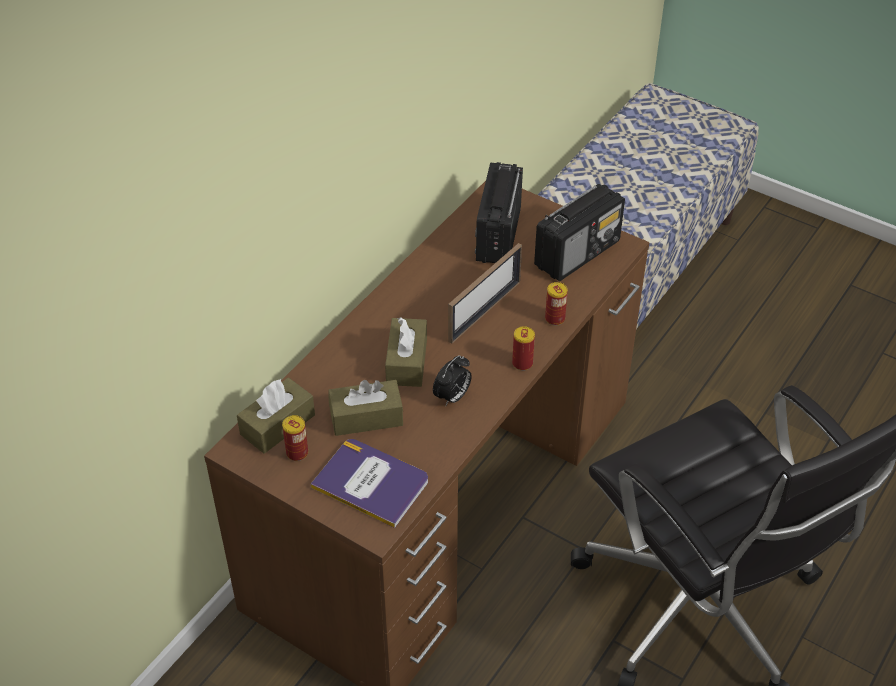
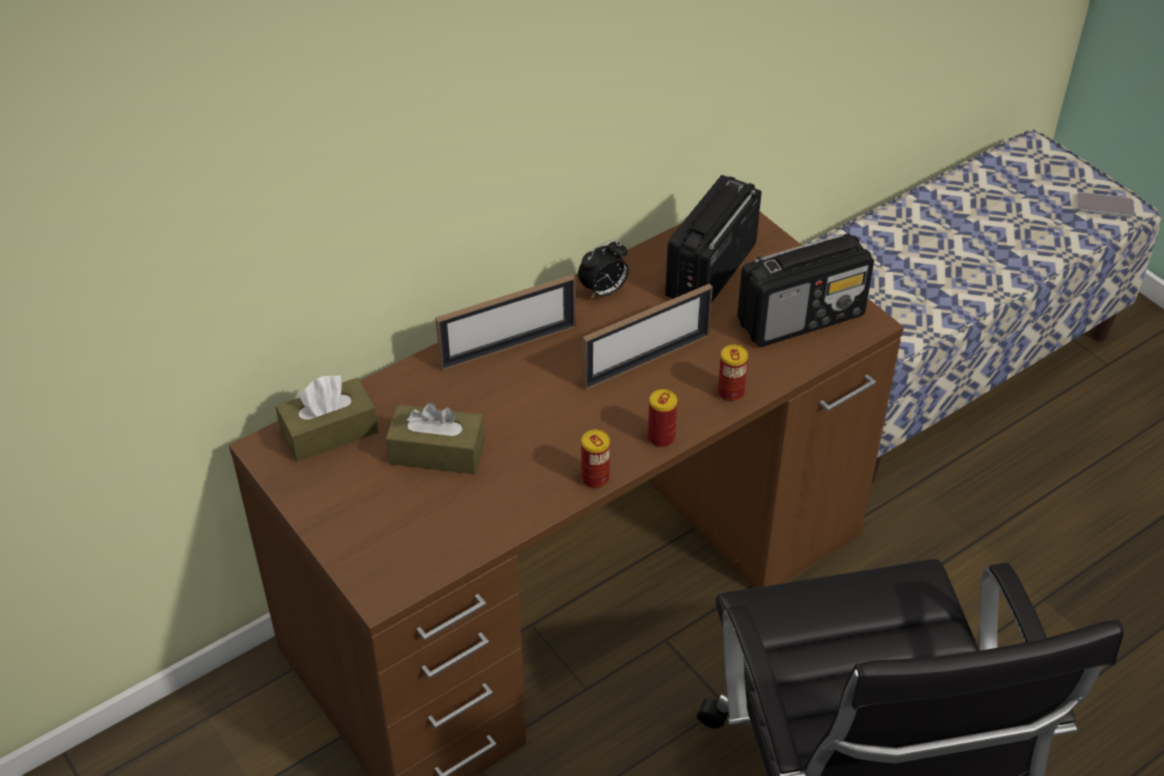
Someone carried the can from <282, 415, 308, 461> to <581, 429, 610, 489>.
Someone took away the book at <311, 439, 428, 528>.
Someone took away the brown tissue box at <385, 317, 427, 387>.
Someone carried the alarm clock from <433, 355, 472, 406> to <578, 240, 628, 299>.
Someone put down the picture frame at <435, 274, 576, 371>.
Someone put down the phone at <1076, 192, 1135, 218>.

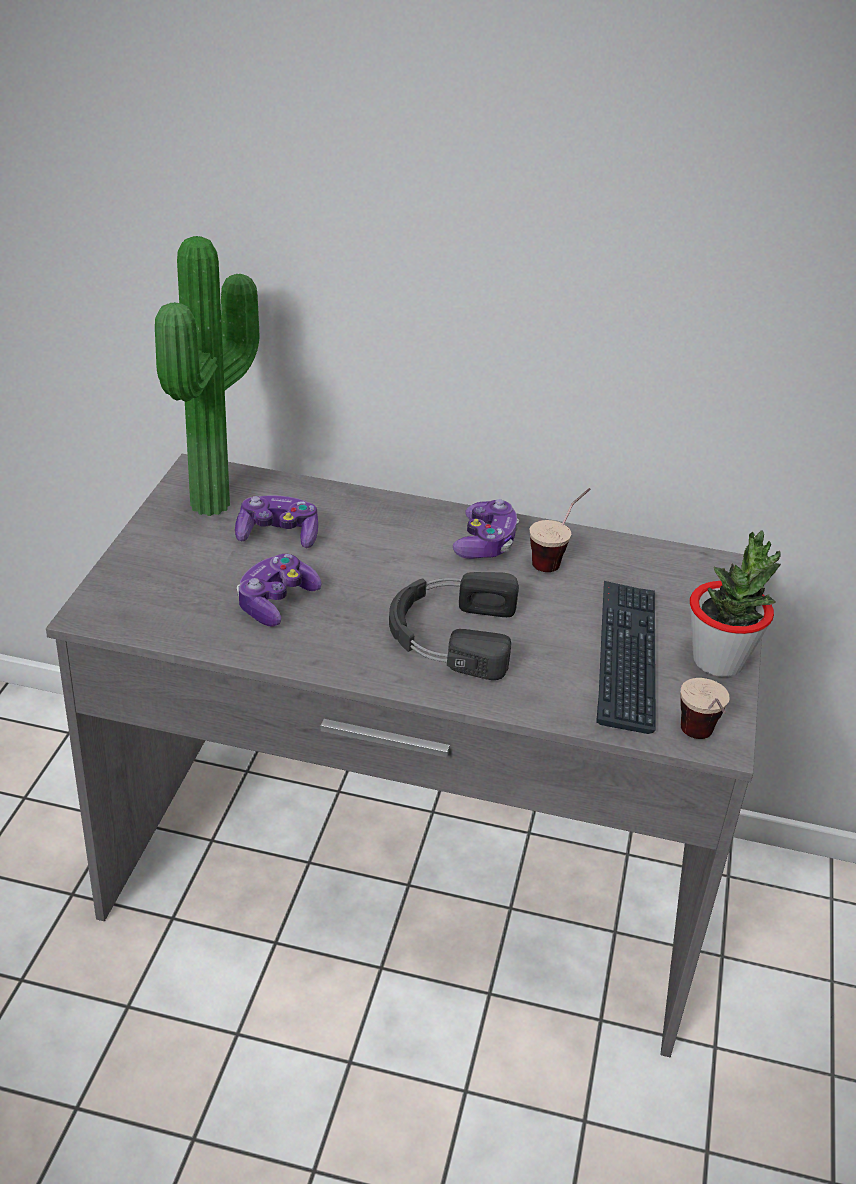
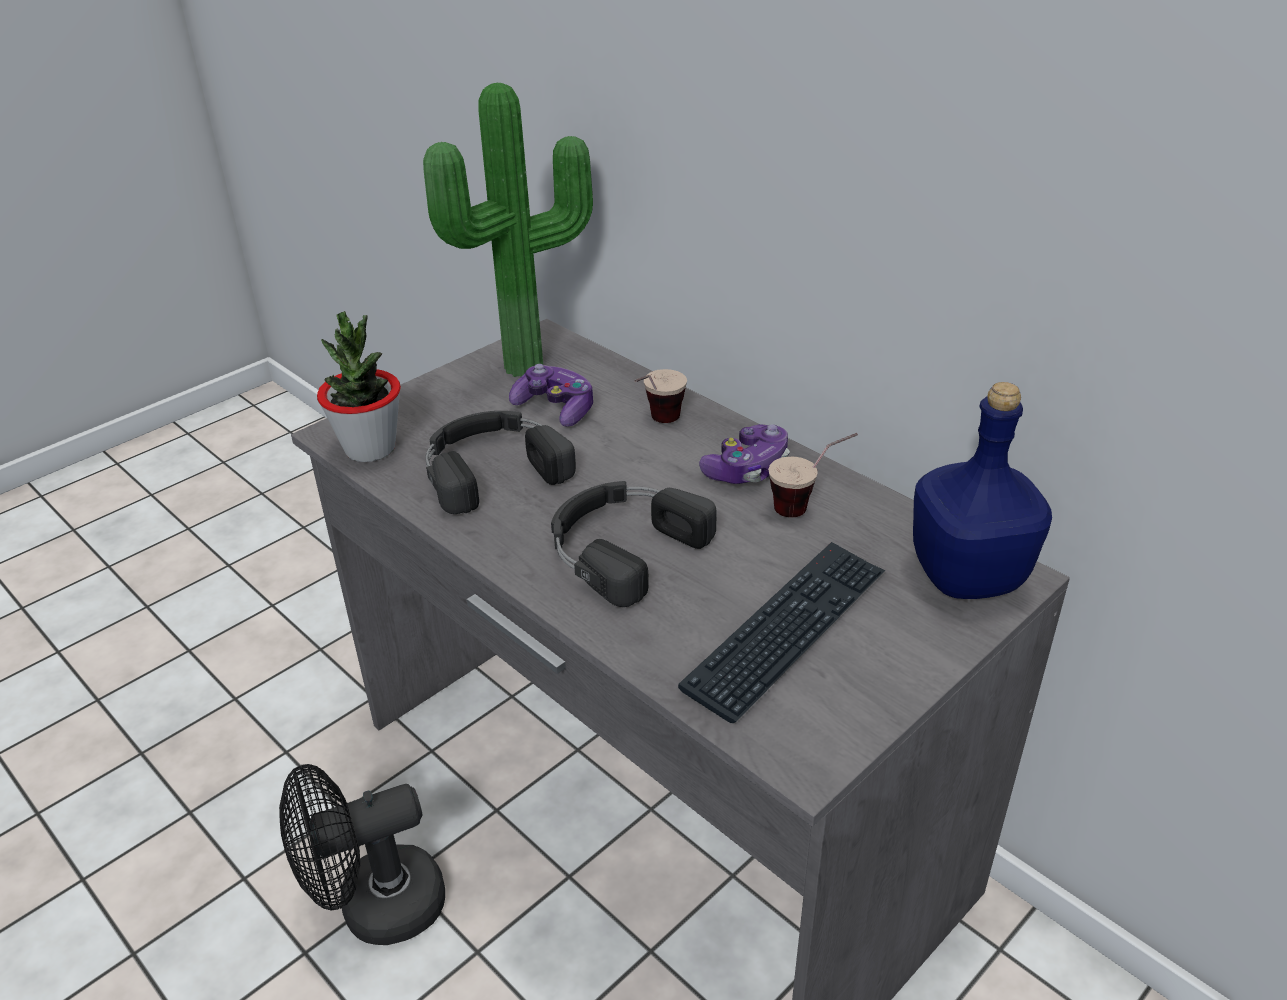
Someone swapped the game controller at <237, 554, 322, 626> for the black headphones at <425, 411, 576, 514>.
Someone carried the cup from <681, 678, 729, 739> to <634, 369, 687, 423>.
Someone carried the potted plant from <690, 530, 781, 677> to <317, 311, 401, 462>.
Someone put down the black fan at <279, 764, 445, 945>.
Someone put down the blue bottle at <913, 382, 1052, 599>.

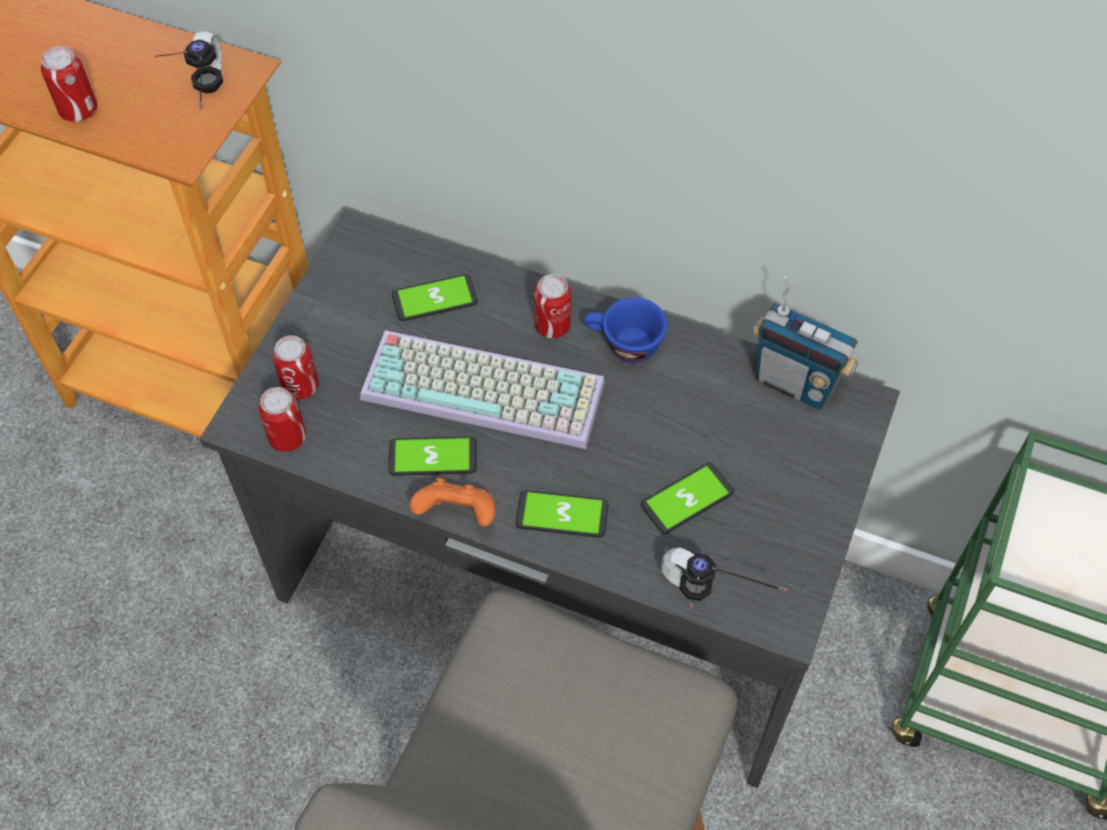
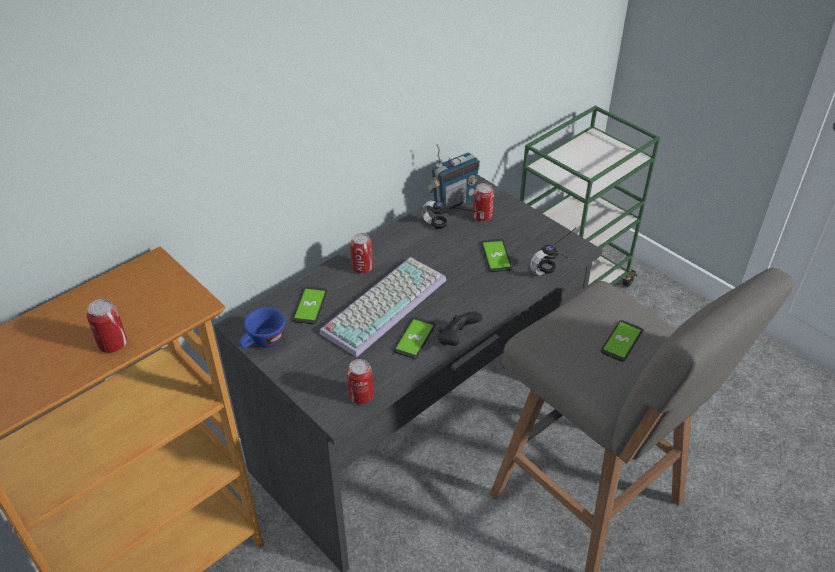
Someone carried the headphones from <155, 31, 223, 111> to <422, 200, 482, 229>.
Someone carried the can from <273, 335, 319, 400> to <473, 183, 494, 222>.
Someone repainted the orange game controller at <410, 478, 495, 527>, which became the black game controller at <438, 311, 482, 346>.
Someone carried the phone from <516, 490, 608, 538> to <601, 320, 643, 362>.
Someone carried the blue cup from <584, 297, 668, 363> to <239, 307, 285, 348>.

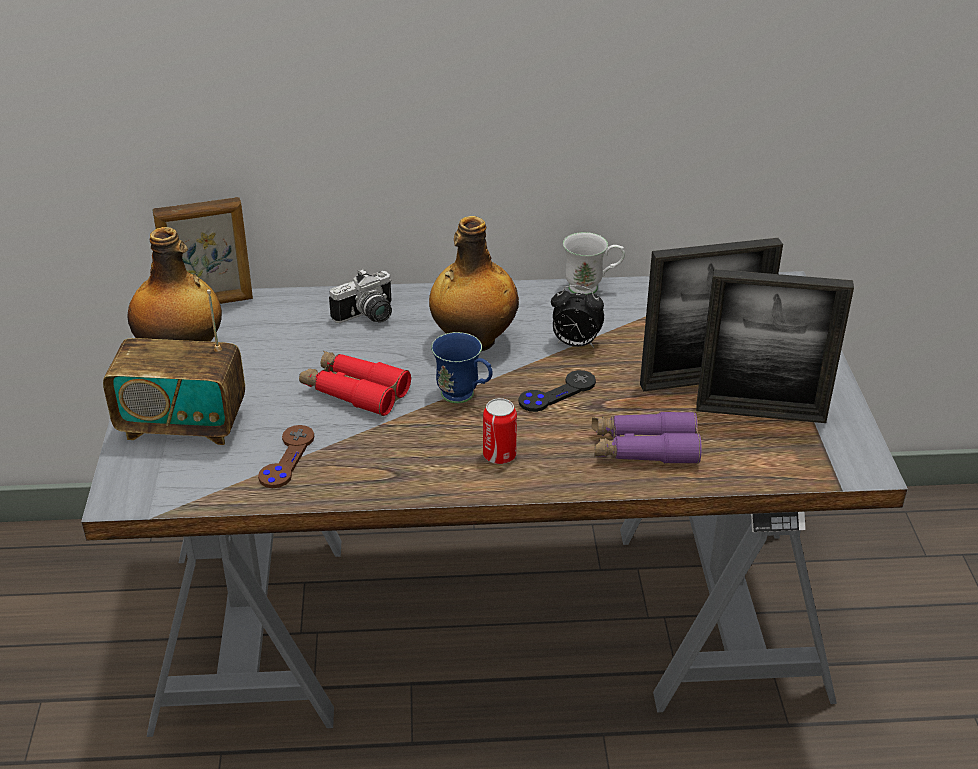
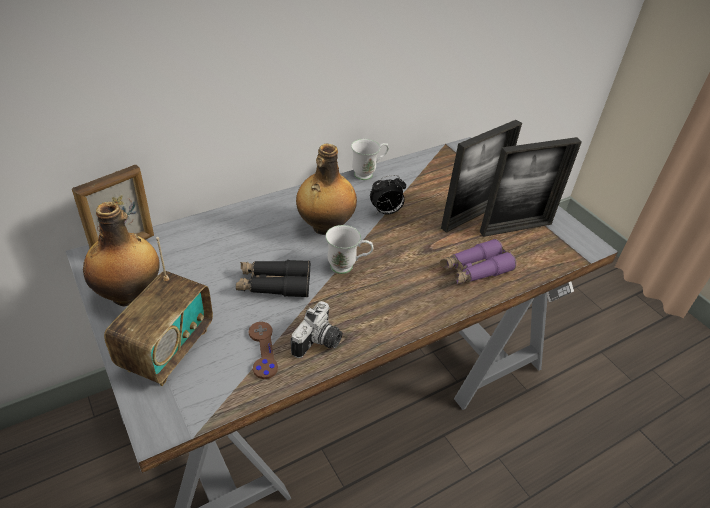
Someone rotated the radio at <103, 289, 245, 445> by 45 degrees counterclockwise.
Someone repainted the red binoculars at <299, 351, 411, 416>, which became the black binoculars at <236, 260, 310, 297>.
Someone carried the photo camera from <329, 269, 392, 323> to <291, 301, 342, 358>.
Someone repainted the blue mug at <431, 332, 492, 403>, which became the white mug at <326, 225, 373, 274>.
Someone took away the can at <483, 398, 517, 464>.
Someone took away the black game controller at <518, 370, 596, 412>.

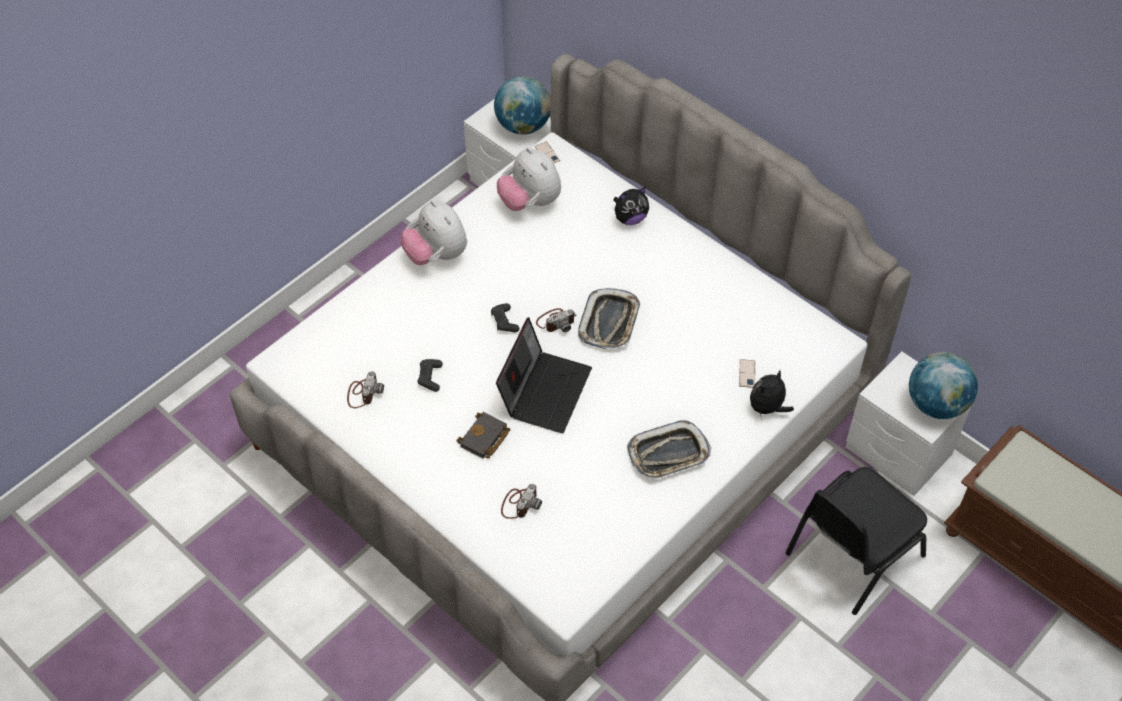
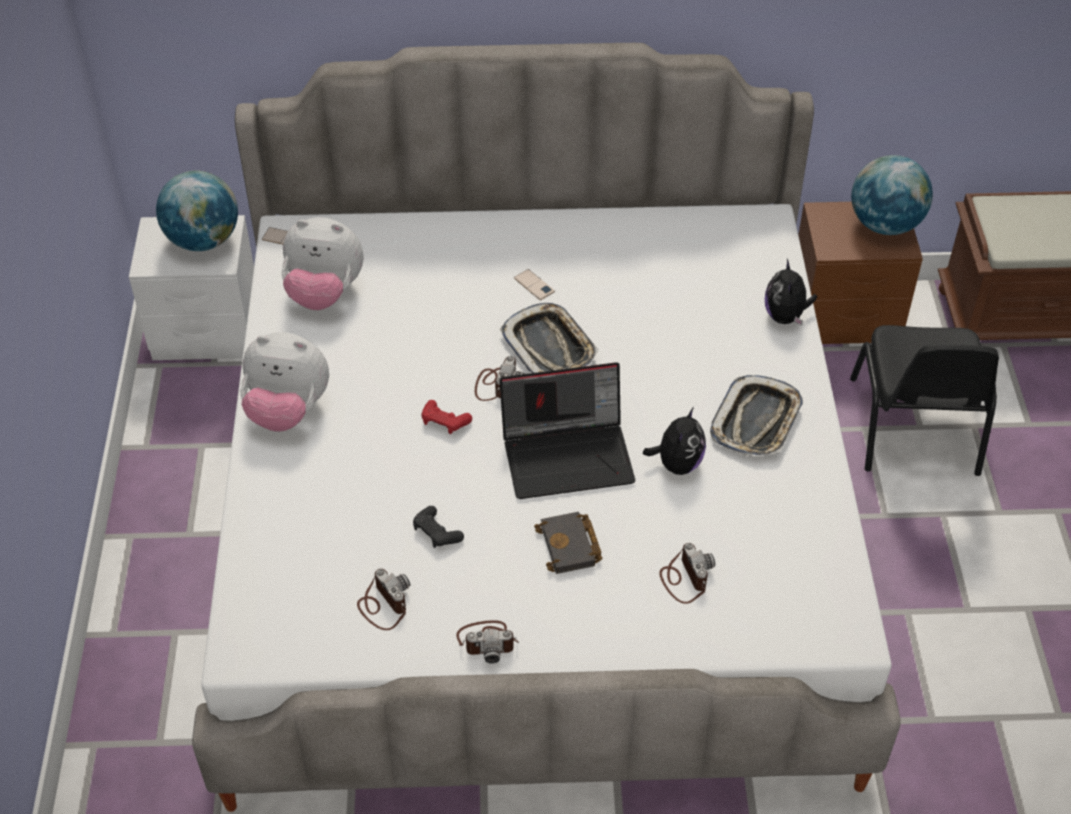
Someone repainted the black game controller at <491, 303, 519, 332>, which became the red game controller at <422, 400, 472, 434>.
Someone rotated the laptop at <496, 317, 592, 433> by 105 degrees clockwise.
Someone carried the plush toy from <613, 187, 649, 225> to <643, 407, 706, 475>.
Someone carried the phone from <739, 359, 755, 388> to <514, 269, 555, 300>.
Someone repainted the white nightstand at <846, 352, 972, 496>, which became the brown nightstand at <798, 202, 923, 344>.
Someone put down the photo camera at <456, 620, 519, 664>.

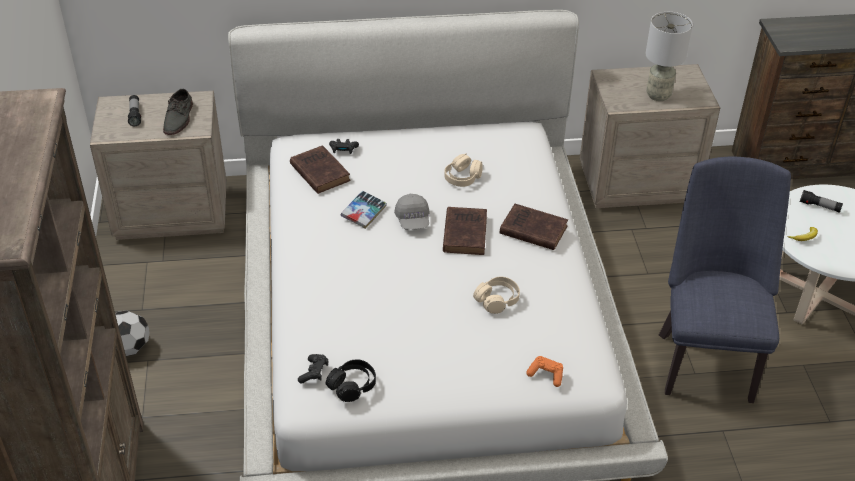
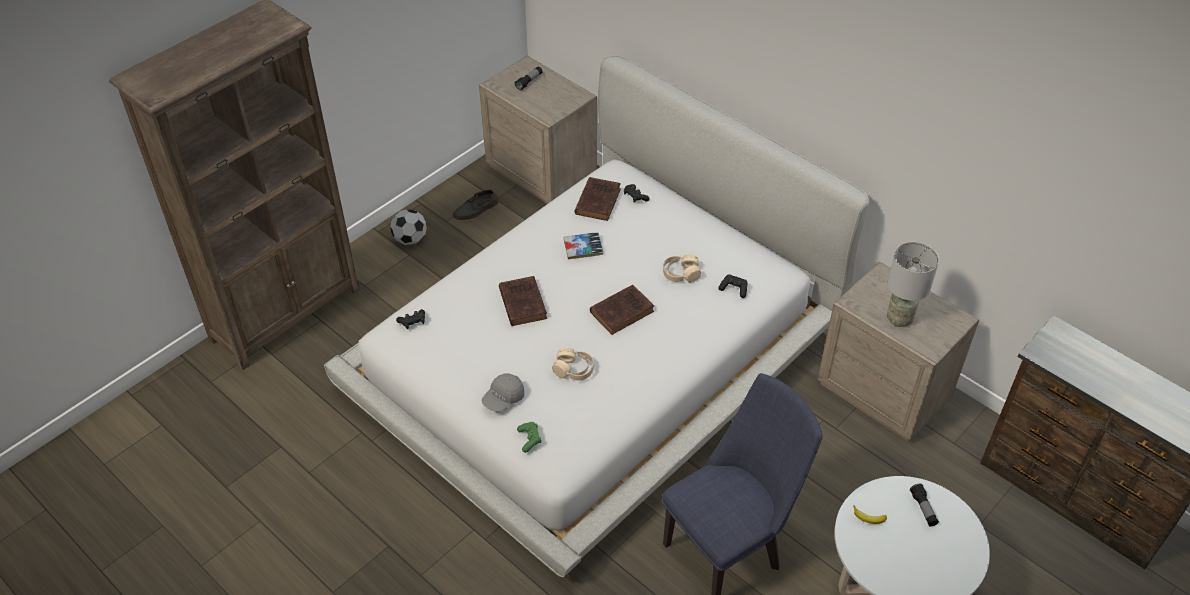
Someone carried the grey shoe from <163, 89, 193, 135> to <453, 190, 499, 220>.
Someone took away the black headphones at <326, 359, 376, 402>.
Someone carried the grey cap from <394, 194, 430, 230> to <482, 373, 524, 412>.
Someone carried the brown book from <500, 204, 568, 250> to <499, 276, 547, 326>.
Someone repainted the orange game controller at <526, 356, 563, 387>, which became the green game controller at <517, 422, 541, 453>.
Someone put down the black game controller at <718, 275, 748, 298>.

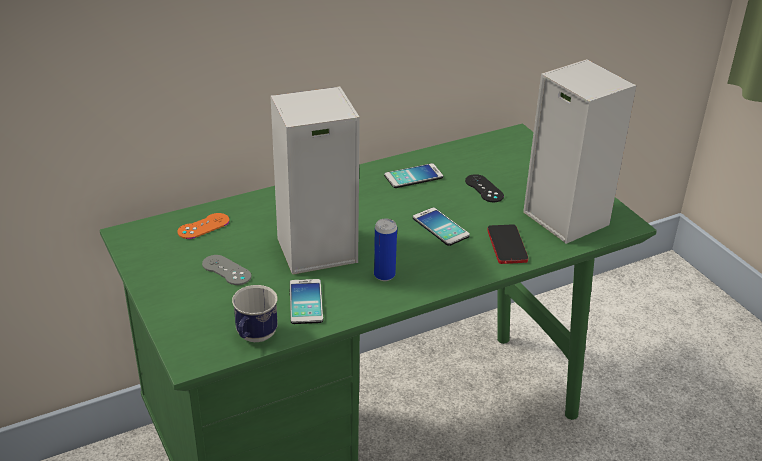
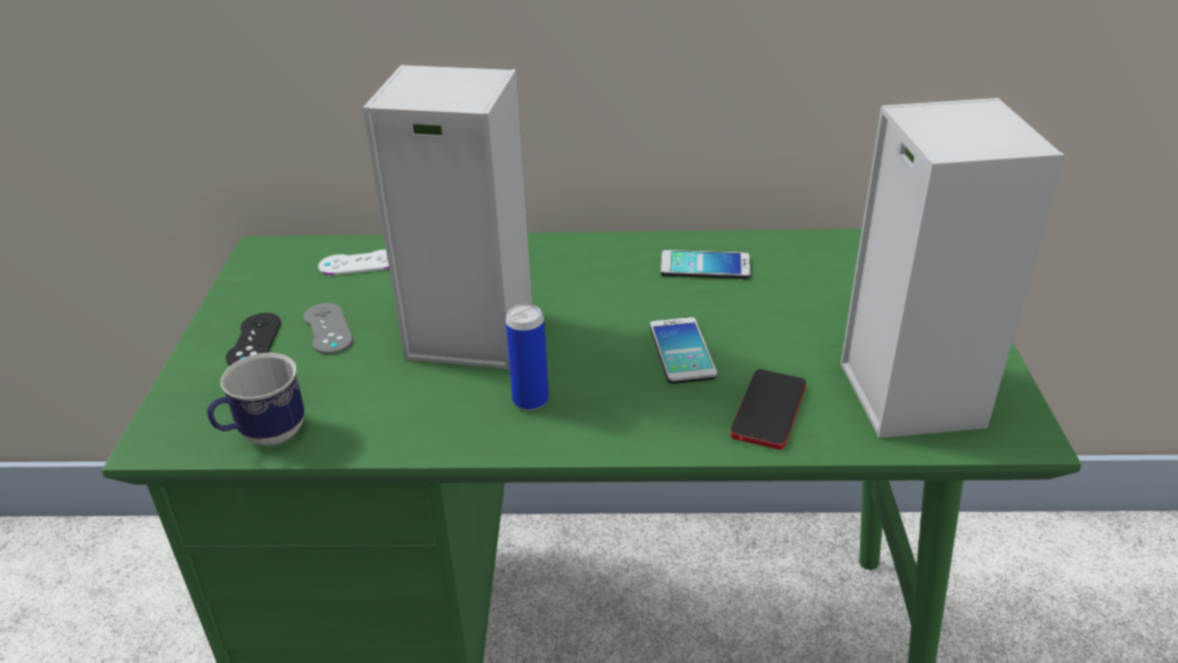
Someone repainted the orange game controller at <177, 213, 229, 239>, which became the white game controller at <318, 249, 389, 275>.
Someone took away the phone at <289, 279, 323, 324>.
Someone carried the black game controller from <465, 174, 504, 202> to <226, 313, 281, 366>.

